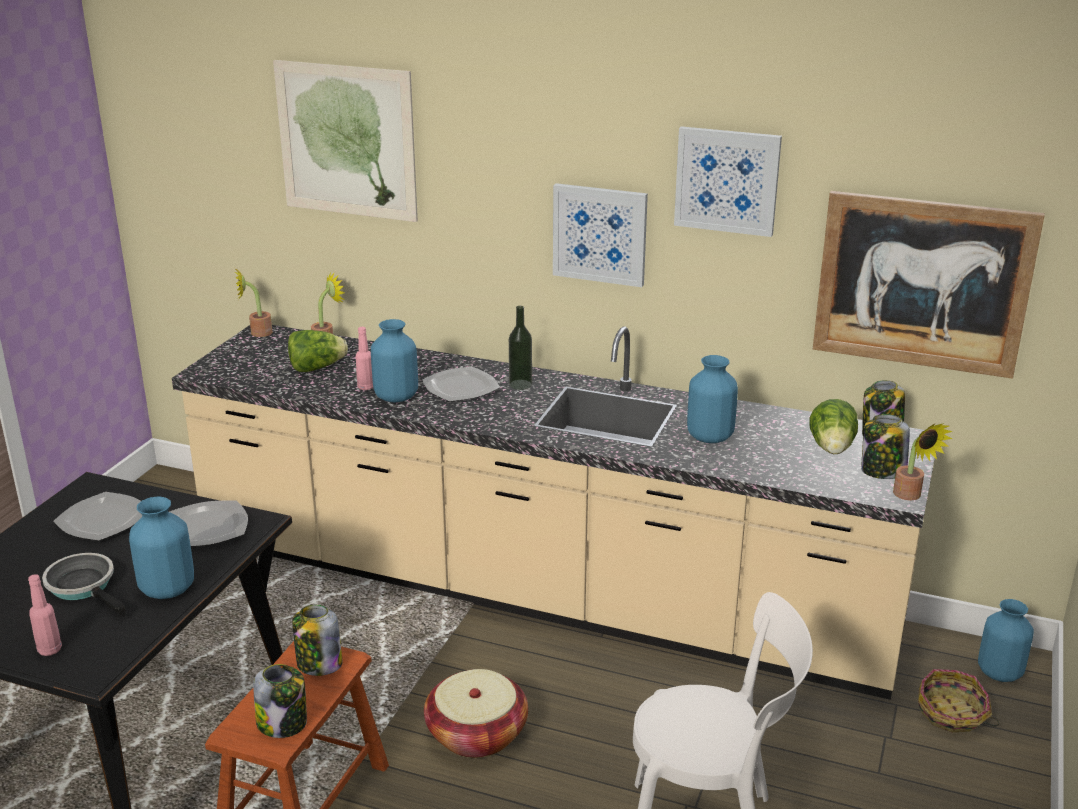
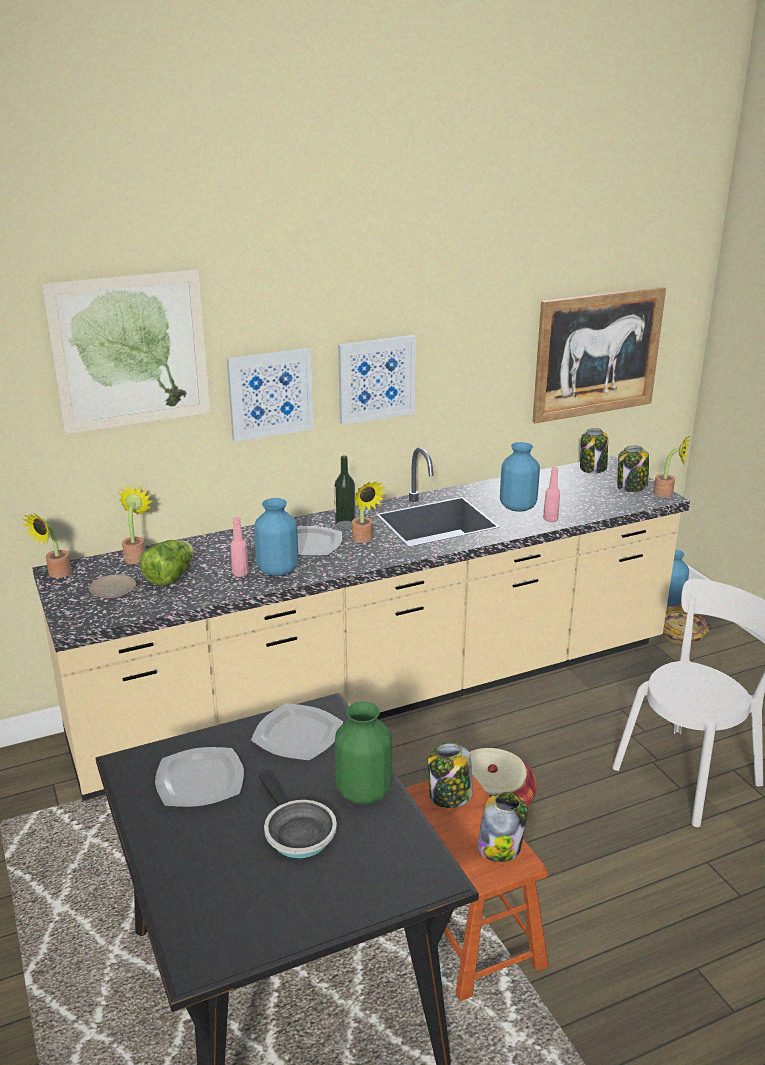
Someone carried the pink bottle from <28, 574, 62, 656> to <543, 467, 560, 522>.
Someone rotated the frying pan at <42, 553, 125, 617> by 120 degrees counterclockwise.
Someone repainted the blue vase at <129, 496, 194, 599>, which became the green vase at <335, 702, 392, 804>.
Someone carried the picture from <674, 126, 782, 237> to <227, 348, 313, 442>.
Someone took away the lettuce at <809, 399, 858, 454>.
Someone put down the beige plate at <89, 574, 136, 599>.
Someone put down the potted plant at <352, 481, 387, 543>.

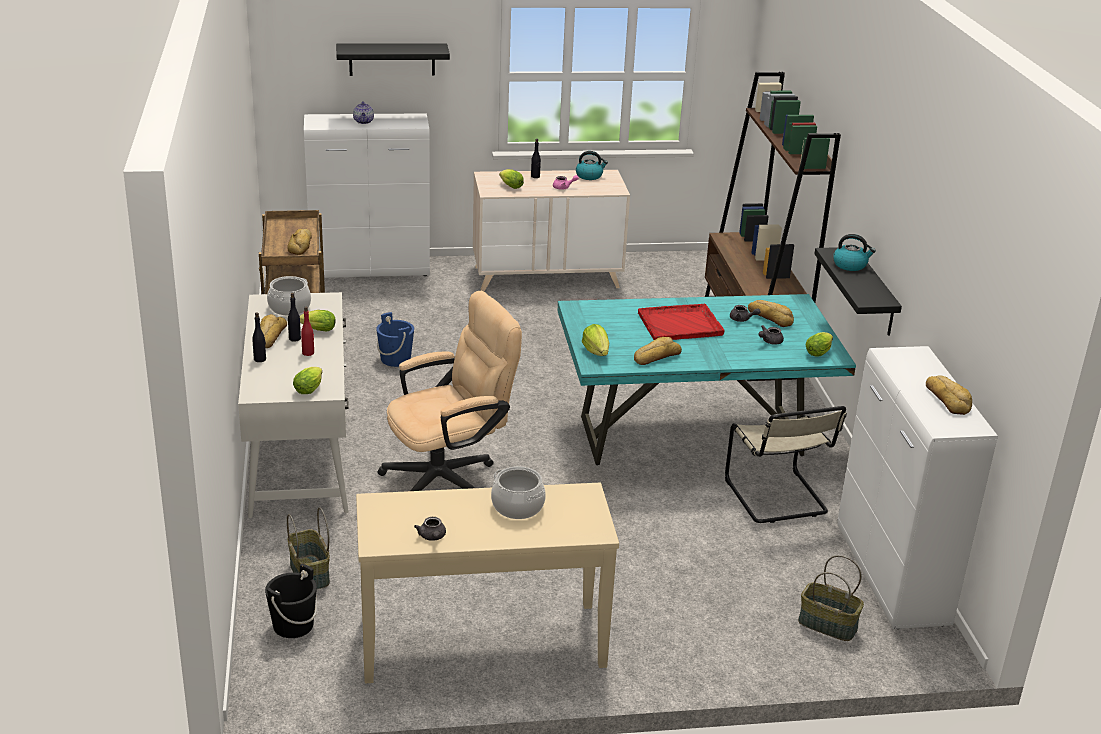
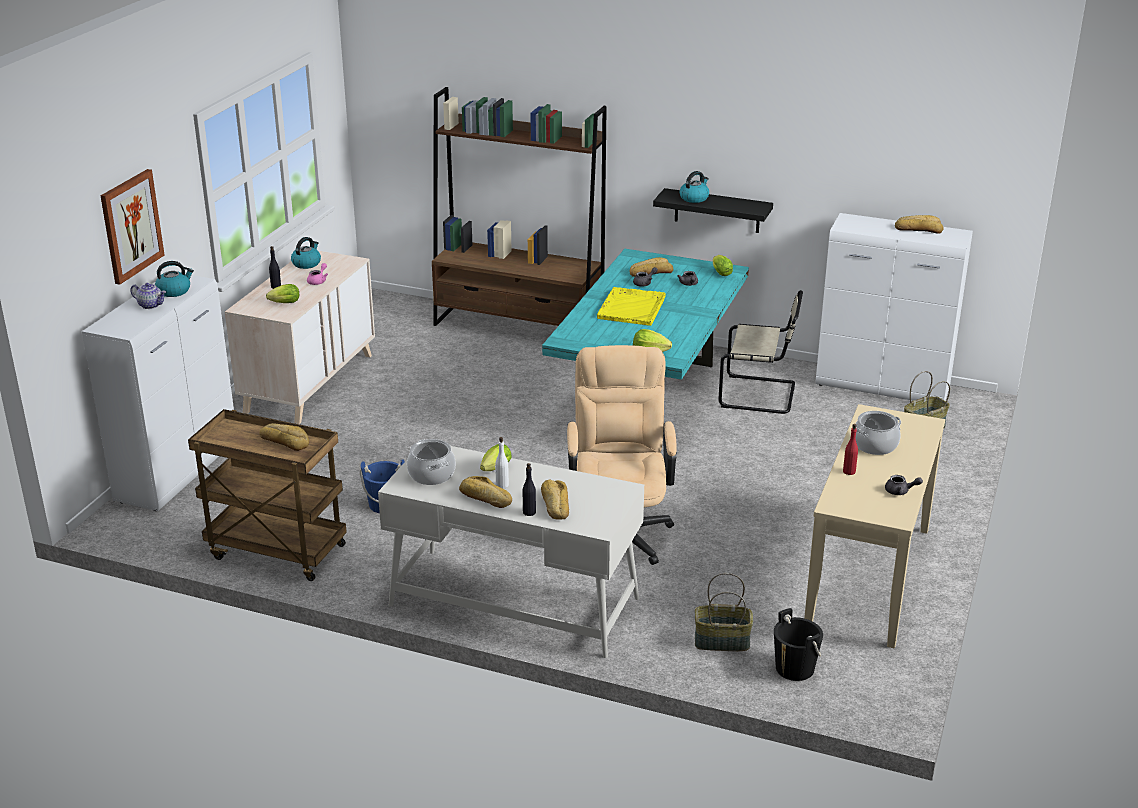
Someone repainted the black bottle at <288, 293, 301, 342>, which became the white bottle at <495, 437, 509, 489>.
Someone took away the lettuce at <293, 367, 322, 394>.
Someone carried the red bottle from <301, 307, 314, 356> to <843, 424, 858, 475>.
Someone swapped the black shelf at <336, 43, 450, 76> for the picture at <100, 169, 165, 285>.
Someone carried the bread from <634, 337, 682, 365> to <541, 479, 569, 520>.
Someone repainted the red tray at <638, 303, 725, 340>, which became the yellow tray at <597, 287, 665, 326>.
Someone put down the kettle at <155, 261, 194, 297>.

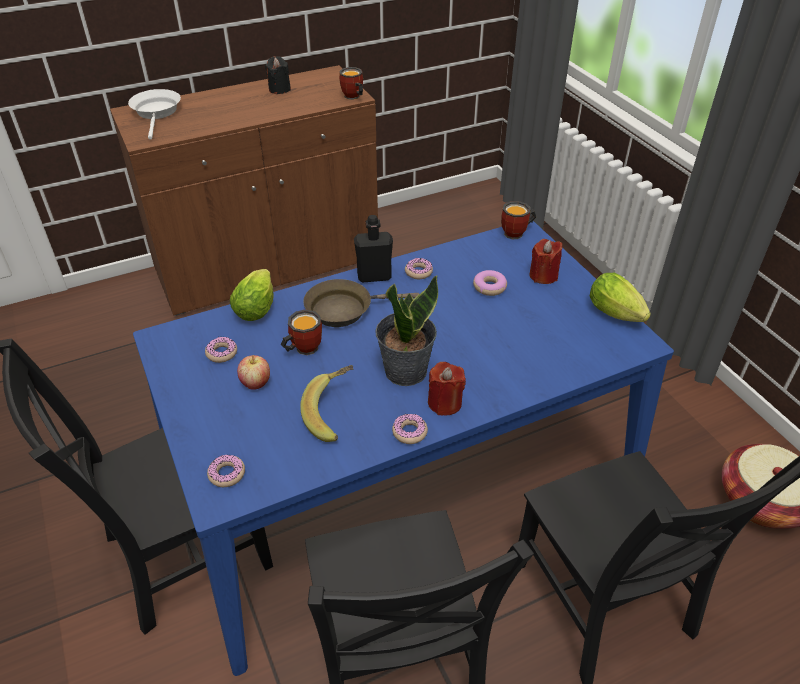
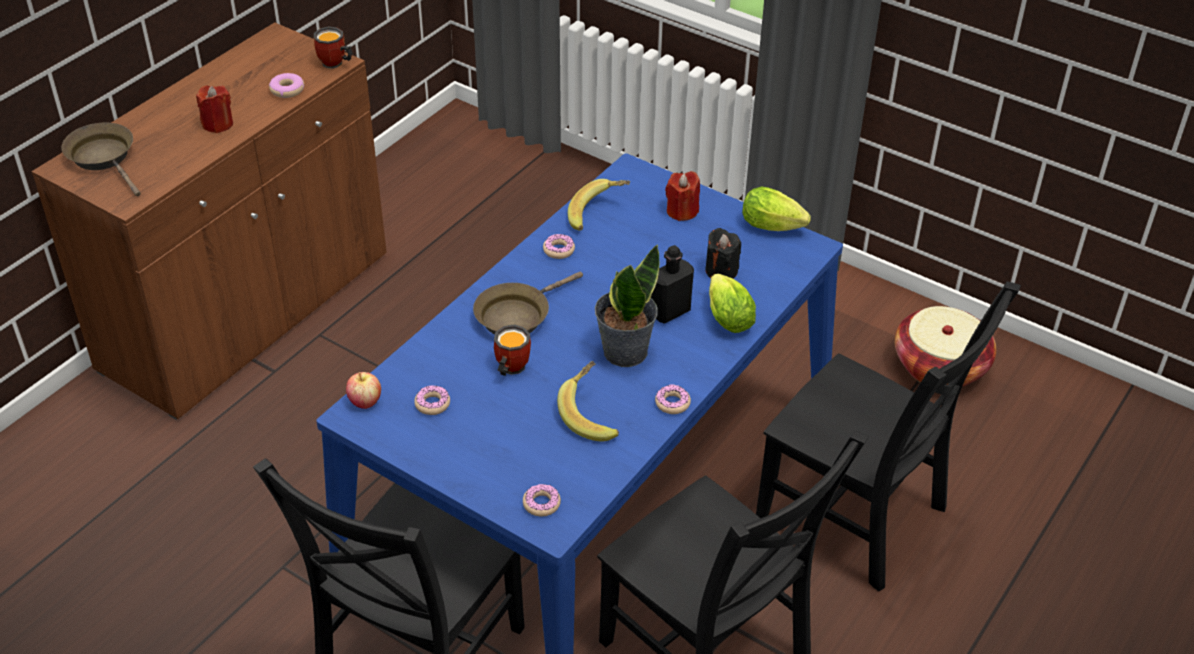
Someone repainted the white frying pan at <128, 89, 181, 140>, which became the brown frying pan at <61, 122, 141, 196>.
Someone carried the lettuce from <230, 269, 274, 321> to <709, 274, 756, 333>.
Someone carried the apple from <237, 355, 270, 390> to <346, 372, 381, 409>.
Someone carried the black candle from <265, 56, 291, 94> to <705, 228, 741, 279>.
Someone carried the black bottle from <354, 215, 393, 283> to <651, 245, 694, 324>.
Someone carried the red candle from <428, 362, 466, 415> to <196, 85, 233, 133>.
Someone carried the donut from <473, 270, 507, 296> to <269, 73, 304, 98>.
Someone took away the mug at <501, 201, 536, 239>.
Someone put down the banana at <568, 179, 630, 231>.

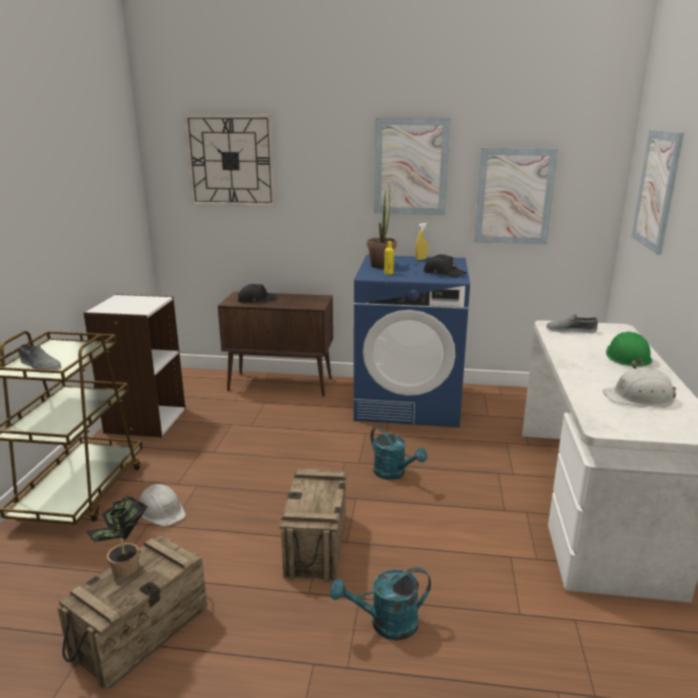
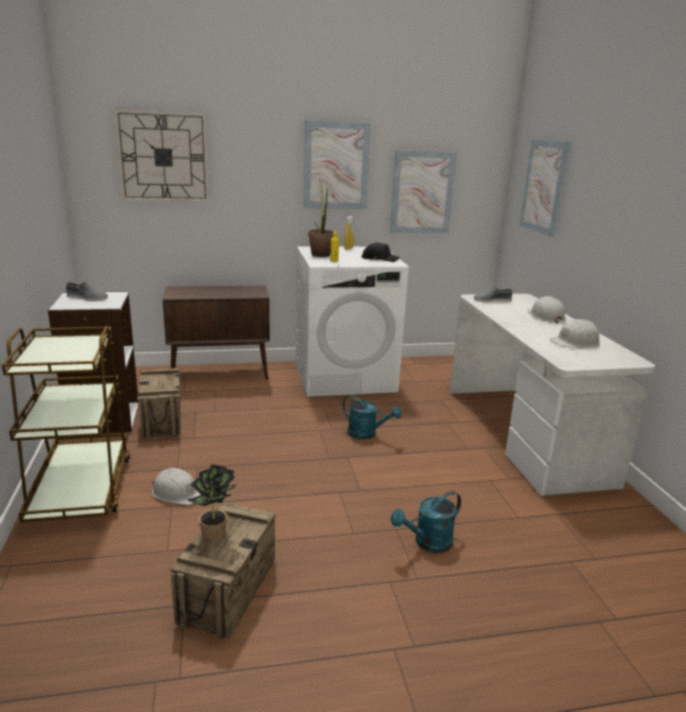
Someone carried the grey shoe from <19, 344, 62, 373> to <66, 281, 108, 301>.
Someone took away the black cap at <238, 284, 277, 303>.
Someone carried the crate from <279, 469, 347, 582> to <137, 368, 181, 439>.
Someone repainted the blue washing machine at <354, 255, 470, 427>, which became the white washing machine at <296, 247, 409, 397>.
Someone repainted the green hard hat at <606, 332, 652, 369>, which became the white hard hat at <528, 296, 566, 324>.

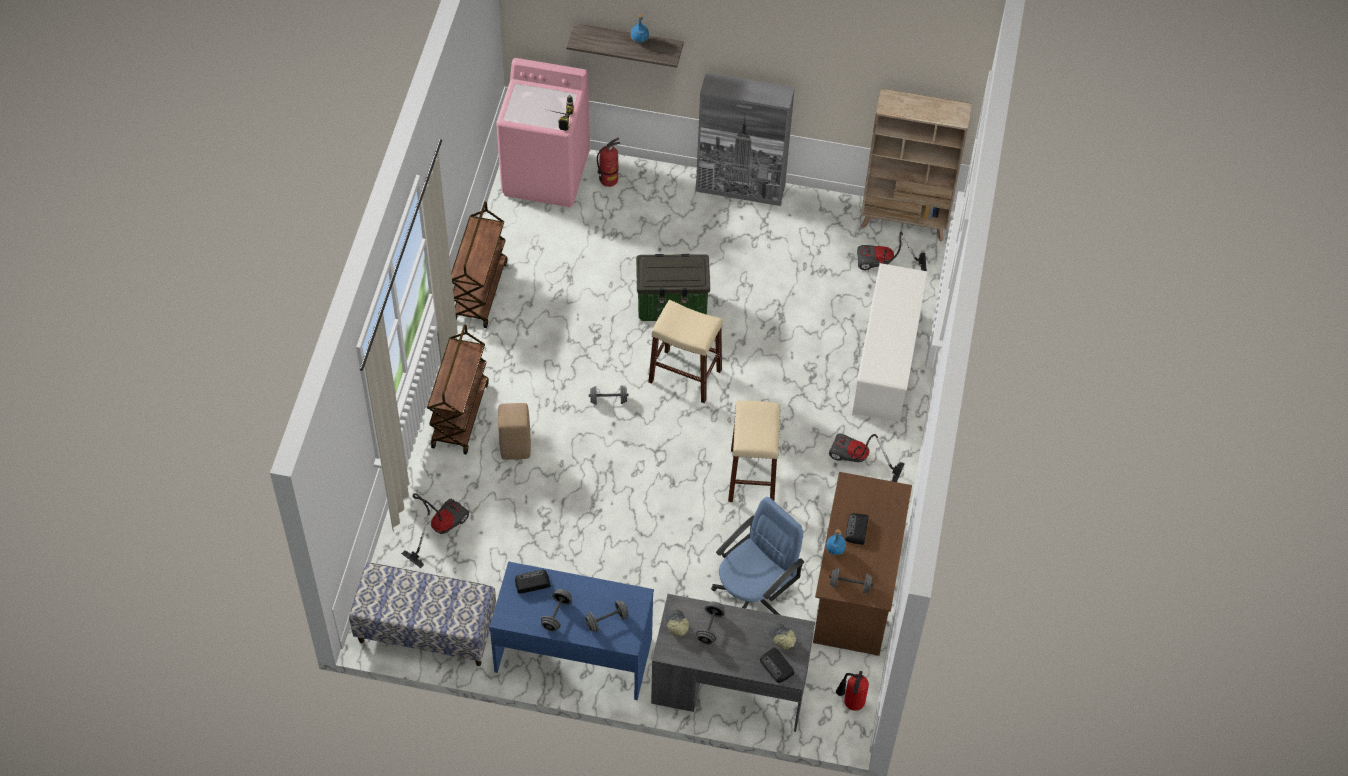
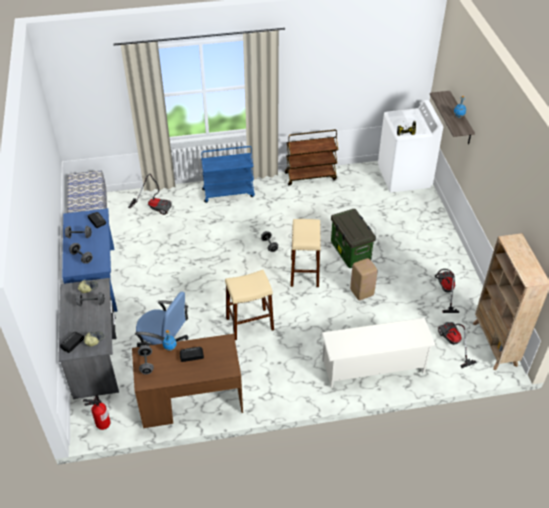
Someone repainted the brown cart at <427, 325, 489, 454>, which became the blue cart at <201, 146, 255, 203>.
Someone repainted the pink washing machine at <496, 58, 590, 207>, which became the white washing machine at <378, 100, 443, 192>.
Someone carried the beige stool from <498, 403, 531, 460> to <350, 258, 377, 300>.
Someone took away the fire extinguisher at <597, 138, 620, 187>.
Someone took away the grey cabinet at <696, 72, 795, 206>.
Someone carried the vacuum cleaner from <829, 434, 905, 482> to <435, 269, 459, 313>.

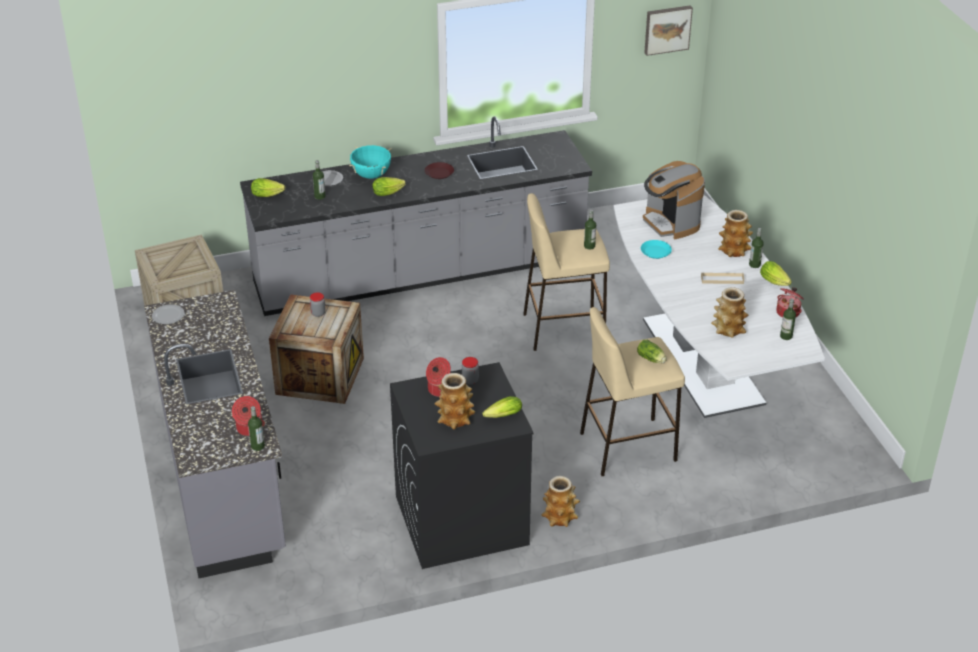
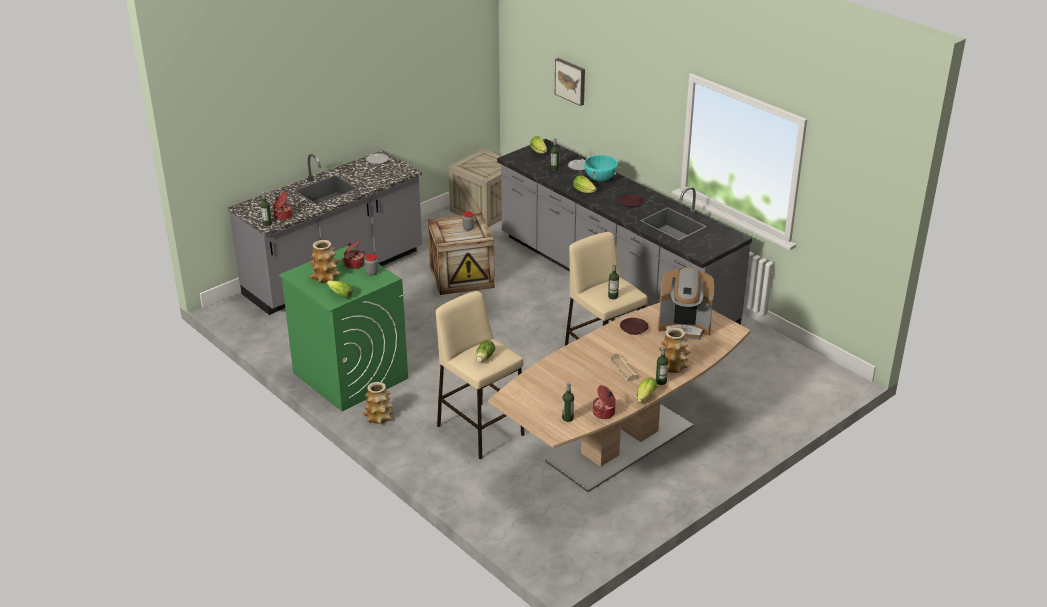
Someone repainted the black washing machine at <390, 362, 534, 569>, which became the green washing machine at <279, 246, 408, 412>.
Someone repainted the white dining table at <613, 195, 825, 418>, which became the brown dining table at <488, 303, 751, 492>.
Someone repainted the turquoise plate at <641, 240, 672, 259>, which became the brown plate at <620, 318, 649, 335>.
Someone rotated the coffee machine at <643, 161, 705, 239> by 120 degrees counterclockwise.
Someone carried the picture from <644, 5, 693, 56> to <555, 58, 585, 106>.
Someone took away the vase at <711, 287, 748, 338>.

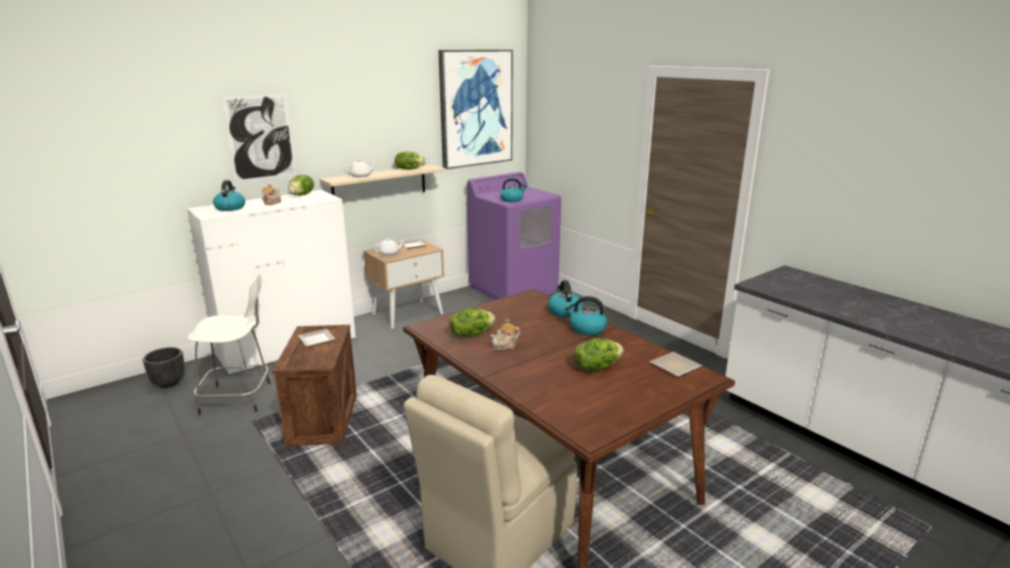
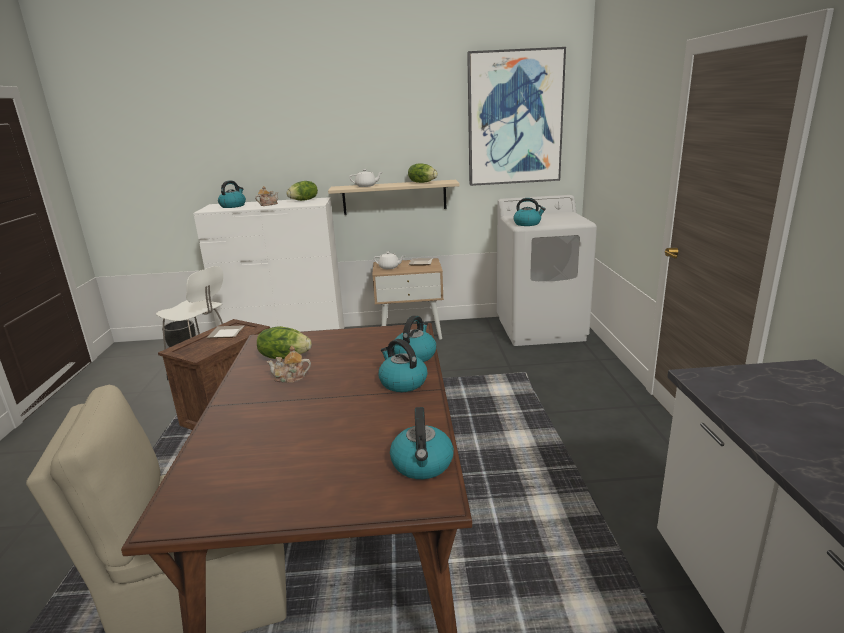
Someone took away the picture at <222, 94, 296, 182>.
Someone repainted the purple washing machine at <467, 172, 561, 300>, which became the white washing machine at <497, 195, 597, 346>.
Someone took away the lettuce at <574, 338, 624, 371>.
Someone swapped the plate at <649, 352, 702, 377> for the kettle at <390, 407, 454, 479>.

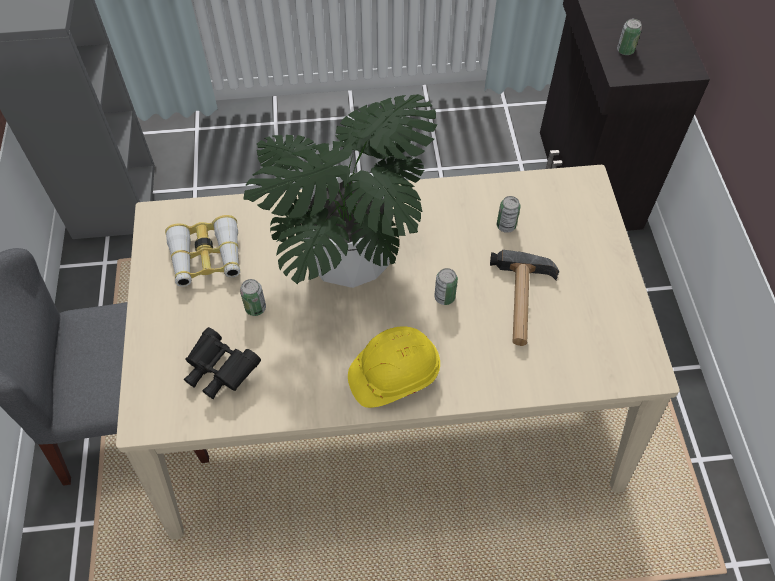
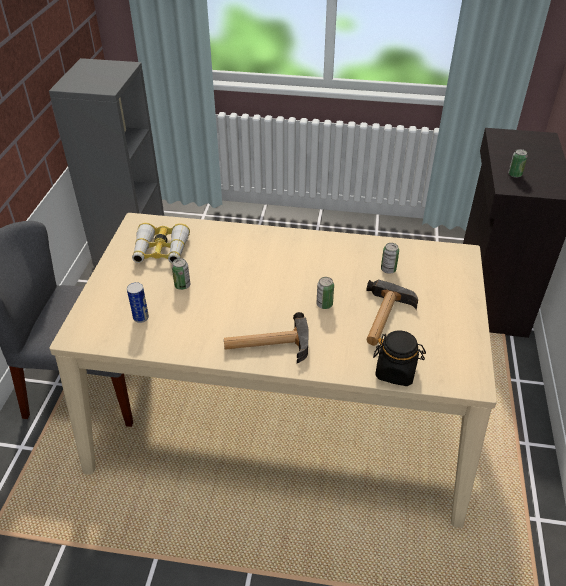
Someone swapped the black binoculars at <184, 327, 261, 399> for the can at <127, 282, 149, 323>.
Someone took away the potted plant at <243, 94, 437, 288>.
Someone swapped the yellow hard hat at <348, 326, 440, 408> for the hammer at <224, 312, 309, 363>.
Someone put down the black jar at <373, 330, 426, 386>.

